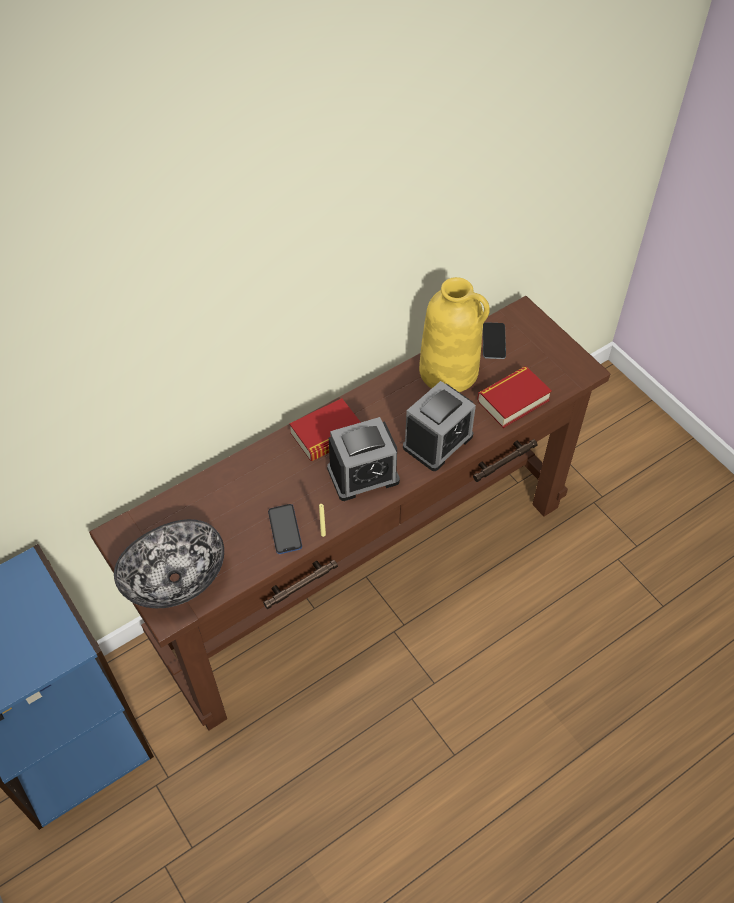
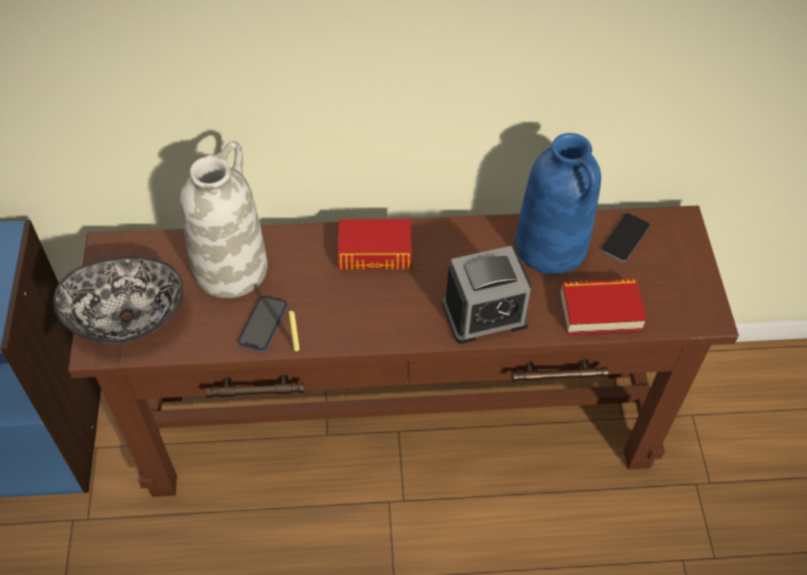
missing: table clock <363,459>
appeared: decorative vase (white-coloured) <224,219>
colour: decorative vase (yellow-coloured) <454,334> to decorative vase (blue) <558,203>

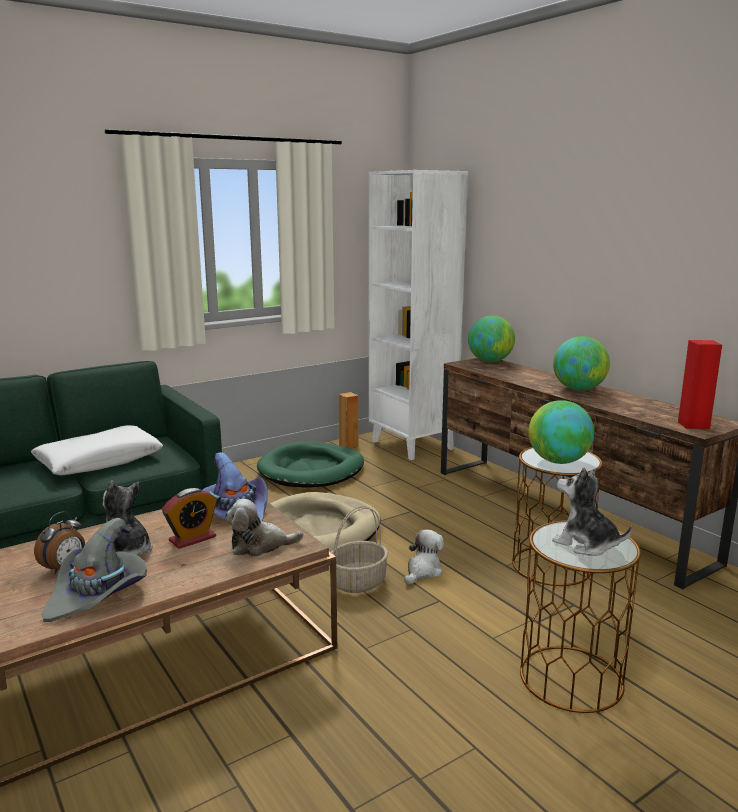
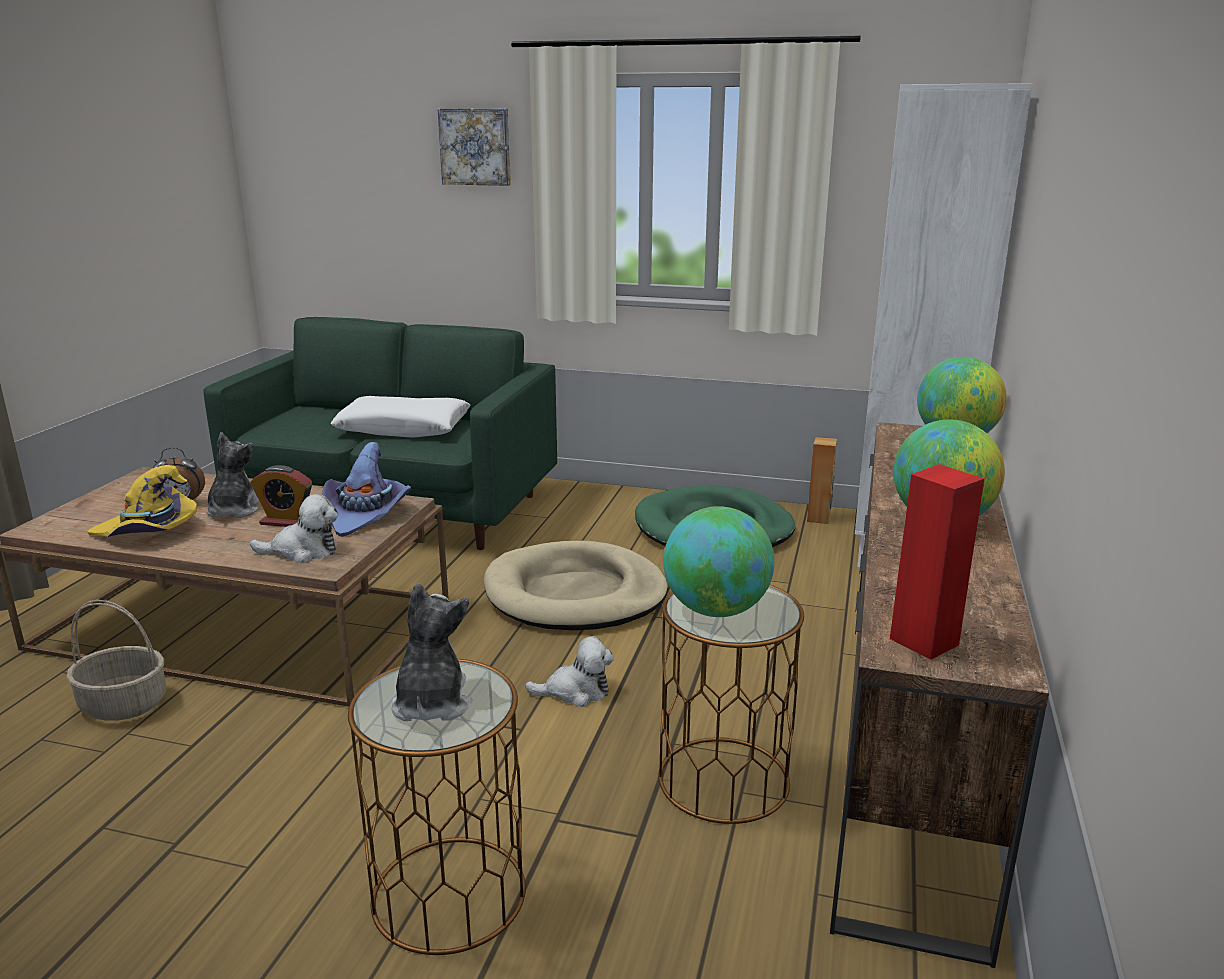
appeared: picture <474,147>
relocated: household basket <359,549> to <116,660>
colour: wearable hat (grey) <94,570> to wearable hat (yellow-coloured) <142,501>
spun: cuddly toy <264,528> = <294,528> 135 degrees clockwise

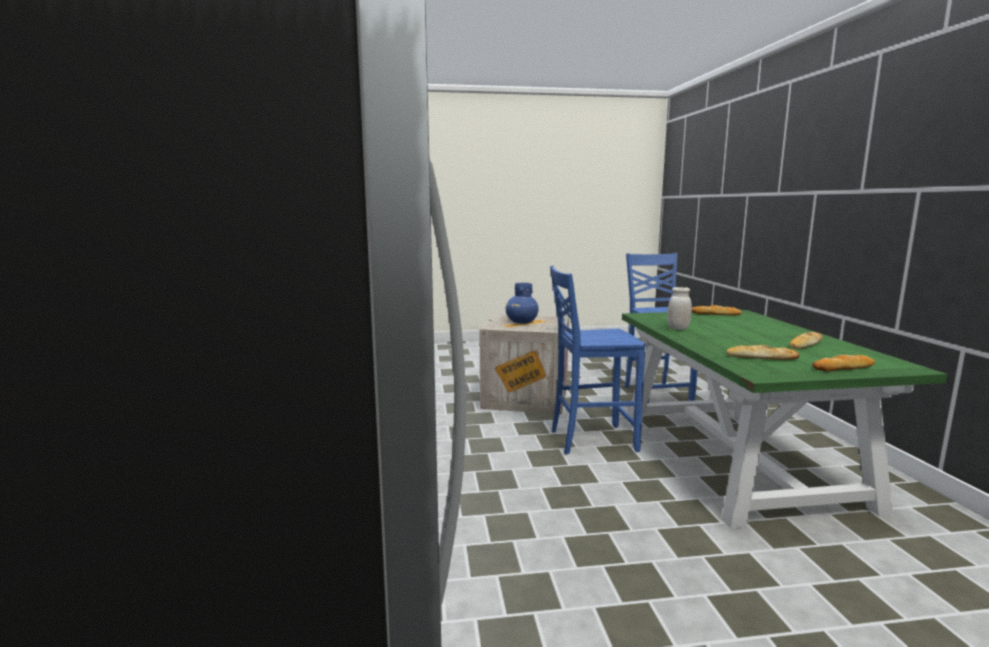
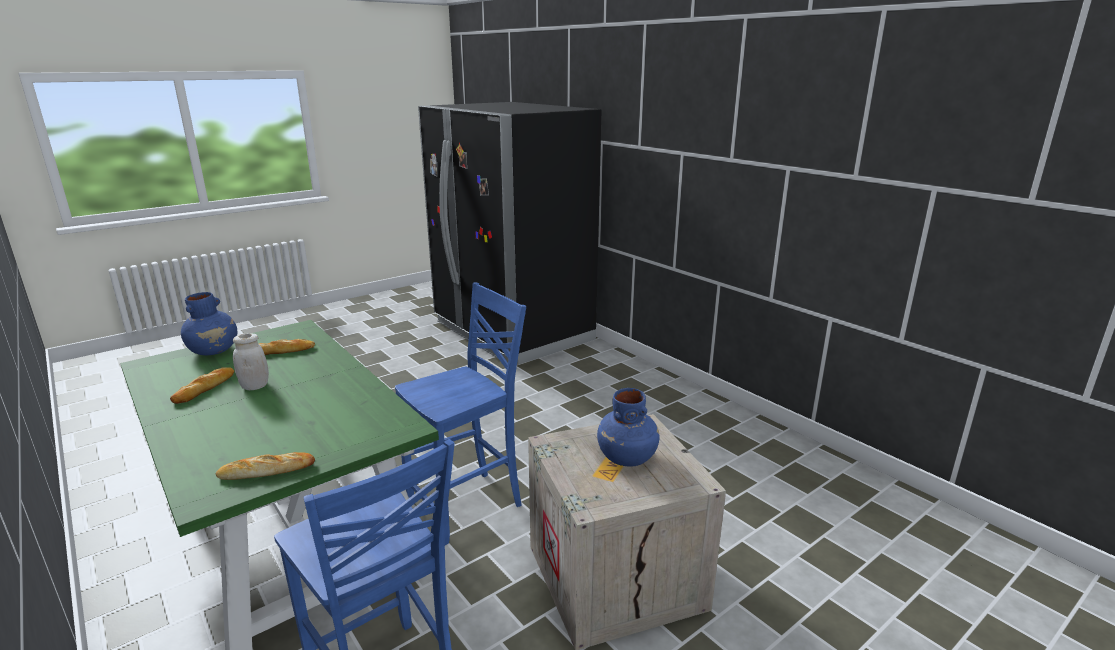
relocated: preserve jar (white-coloured) <679,308> to <251,361>
exchanged: baked bread <843,363> to decorative vase (blue) <209,323>

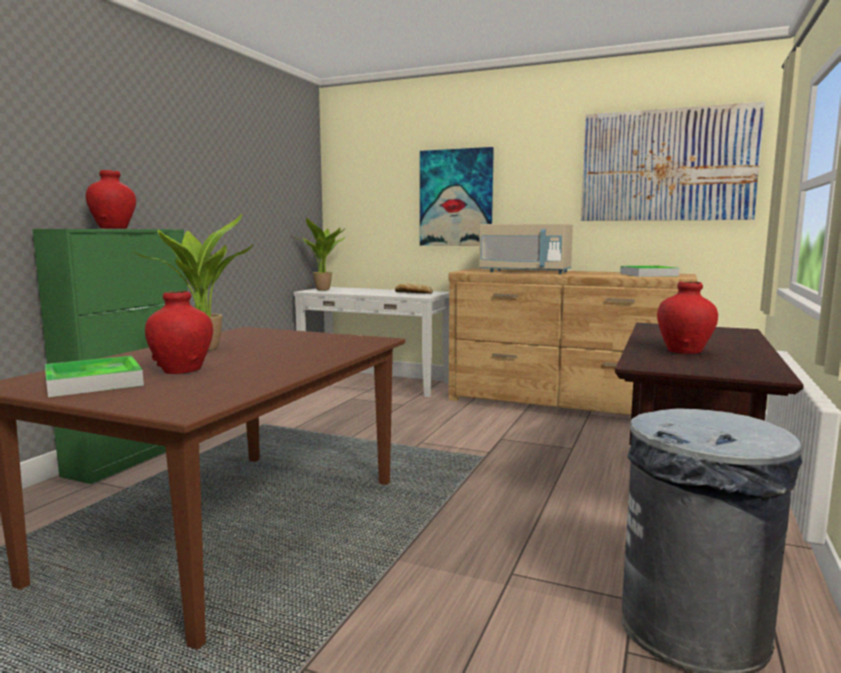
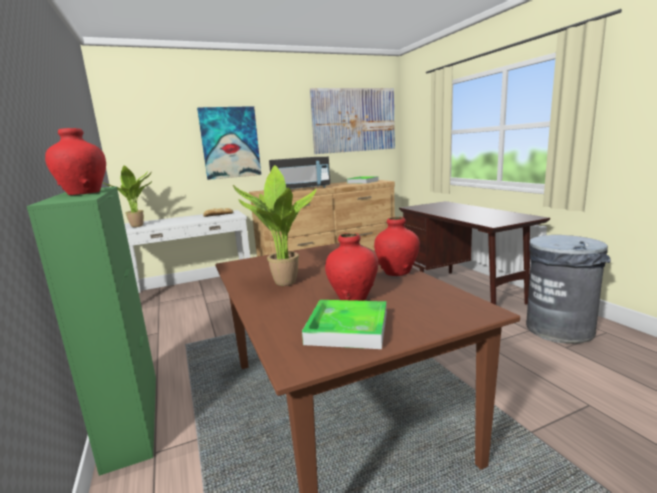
relocated: decorative vase (reddish) <687,317> to <397,246>
colour: kitchen microwave (beige-coloured) <526,249> to kitchen microwave (black) <299,173>

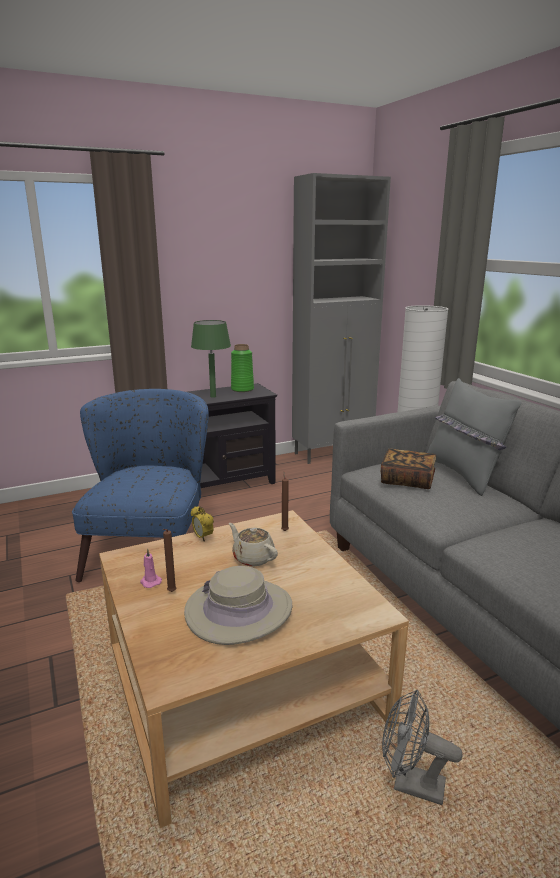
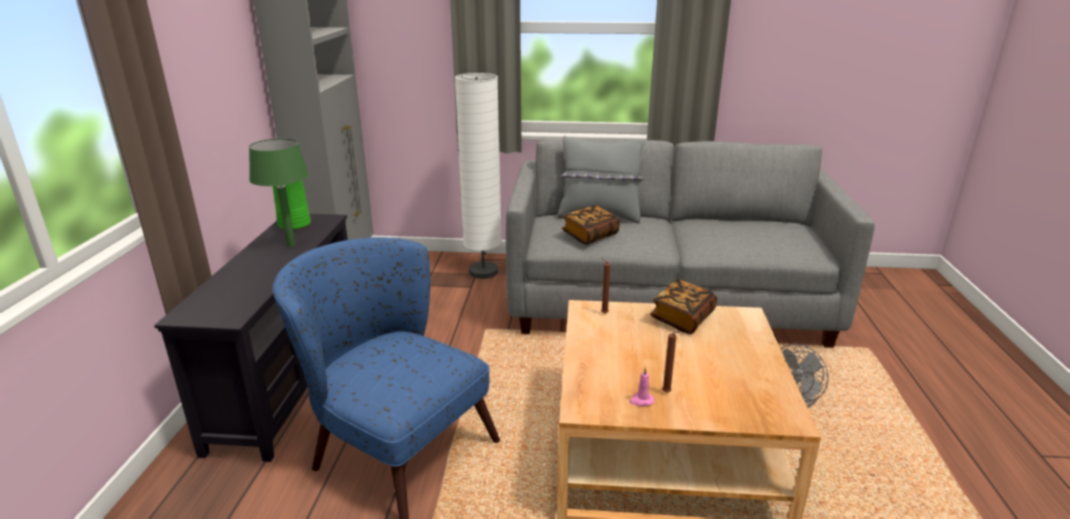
missing: wearable hat (beige-coloured) <238,605>; table clock <202,524>; pot for tea (beige-coloured) <253,545>
appeared: volume <683,306>

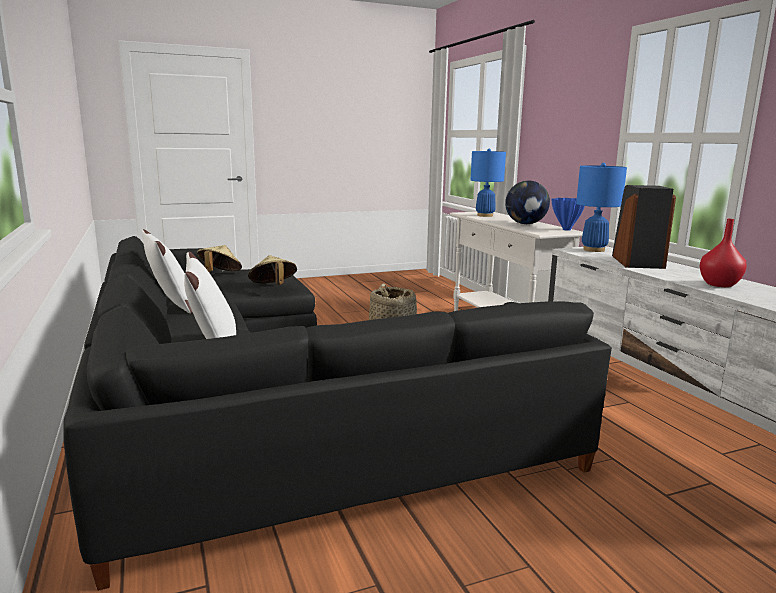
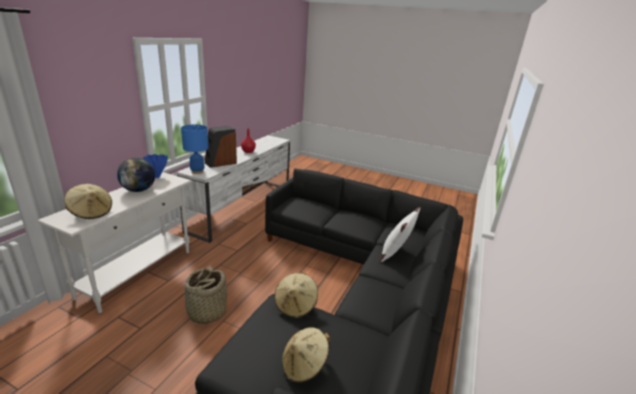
missing: throw pillow (white-coloured) <167,271>
exchanged: tabletop lamp (blue) <488,183> to wearable hat (beige-coloured) <88,201>

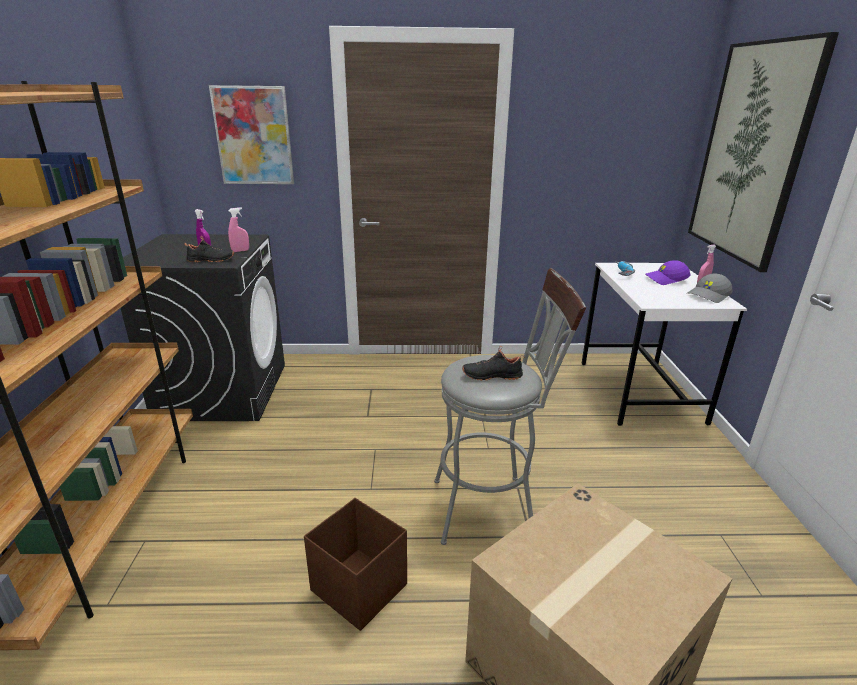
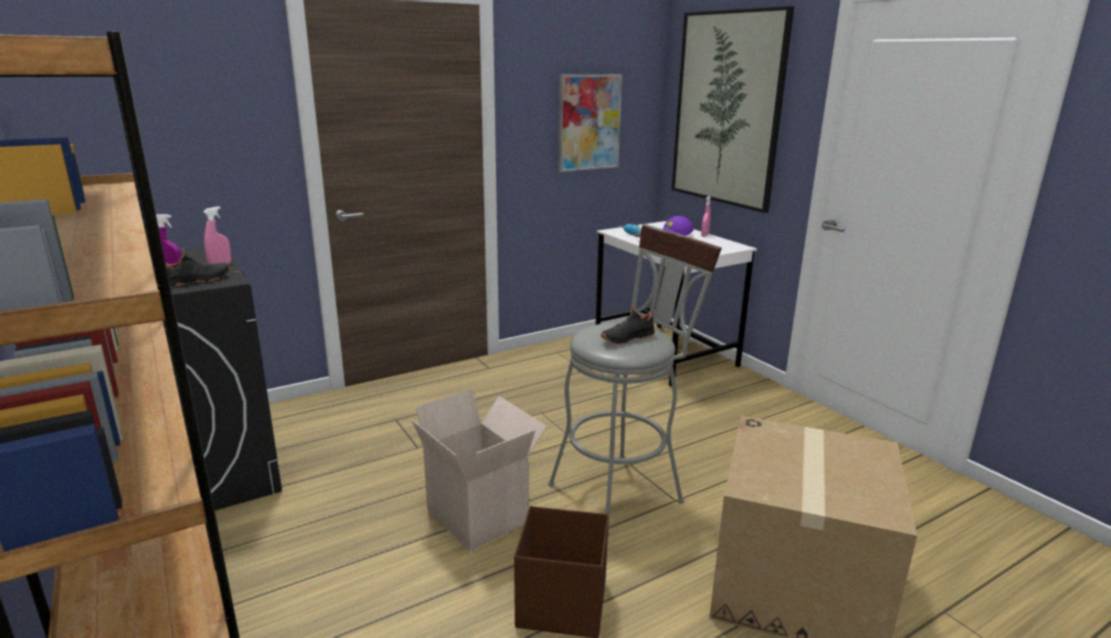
missing: baseball cap (grey) <710,288>
appeared: carton <479,469>
relocated: picture <251,134> to <590,123>

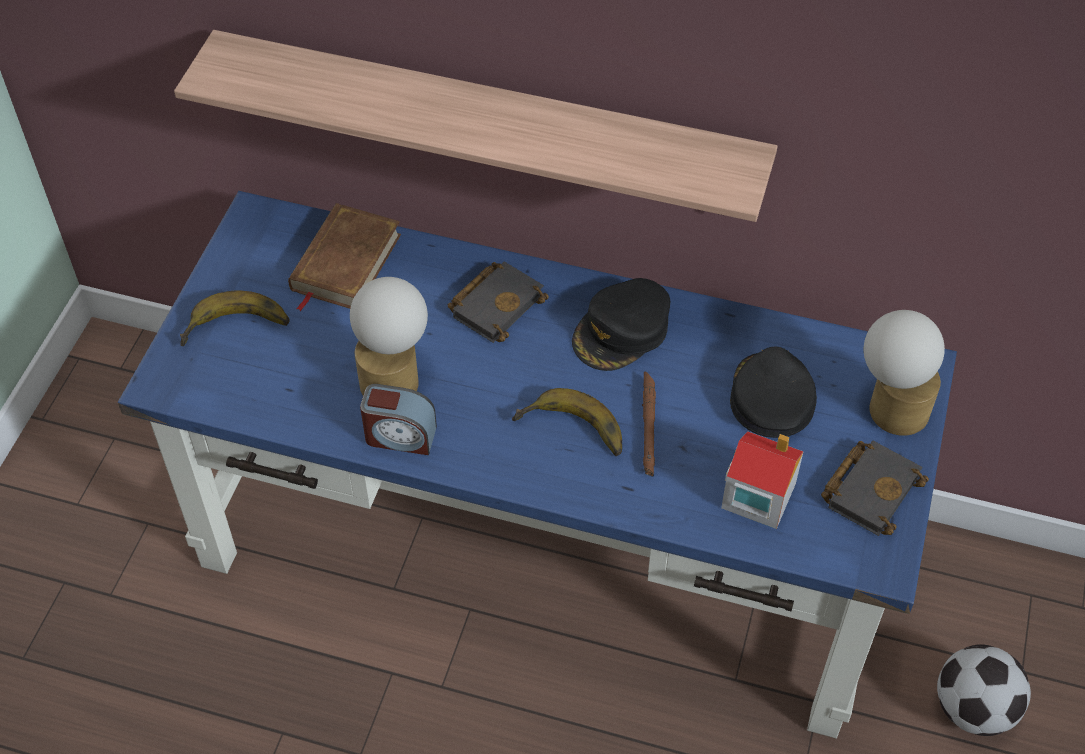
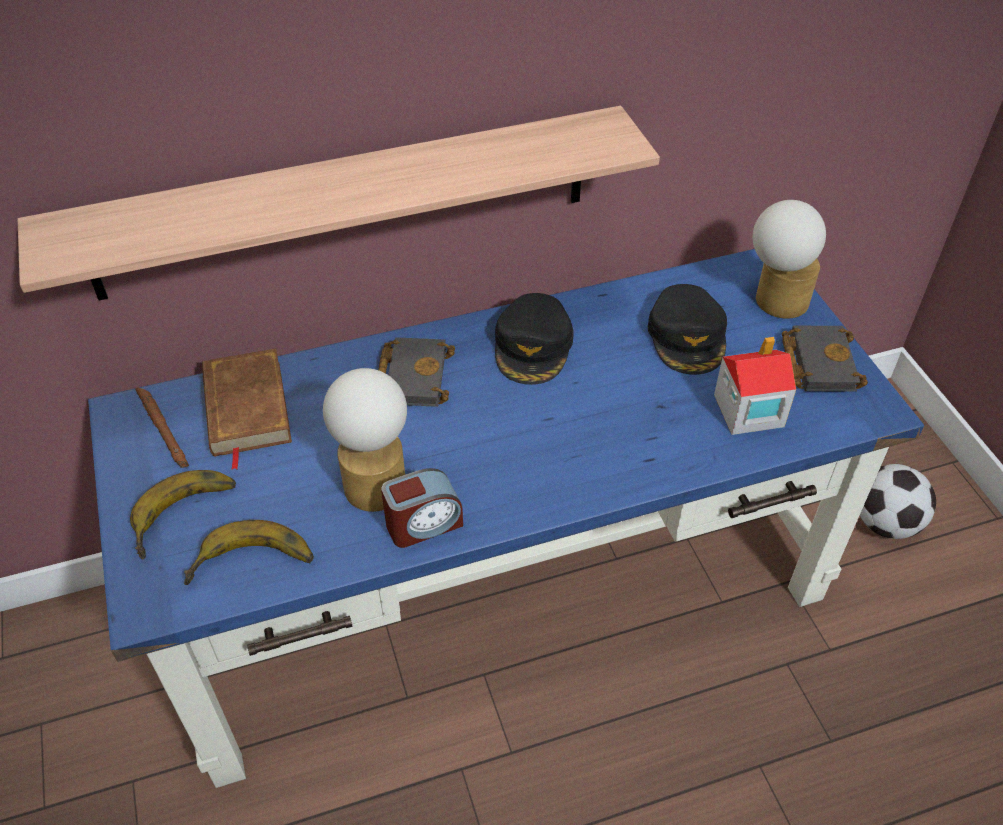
relocated: torch (brown) <649,424> to <162,428>; banana <567,422> to <249,552>
spun: baseball cap (black) <773,392> = <687,329> 150 degrees counterclockwise

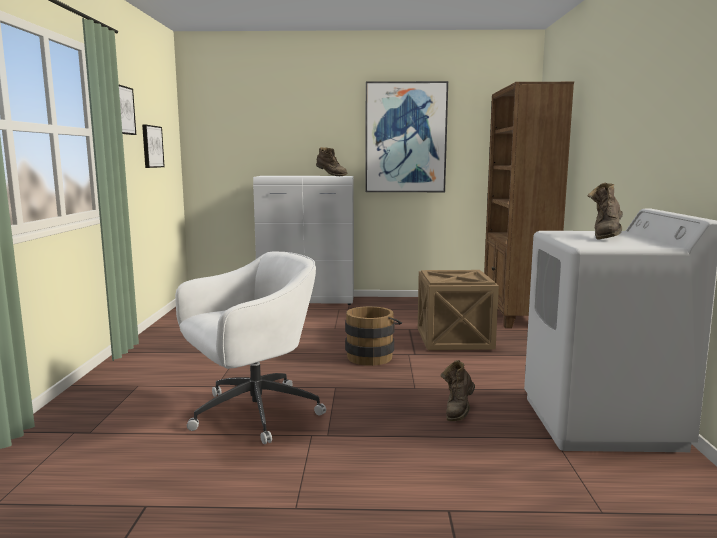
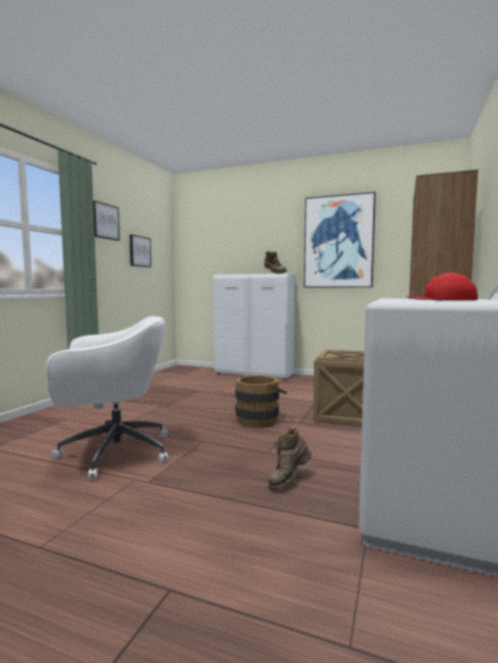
exchanged: high-top boot (brown) <605,211> to baseball cap (reddish) <442,286>

